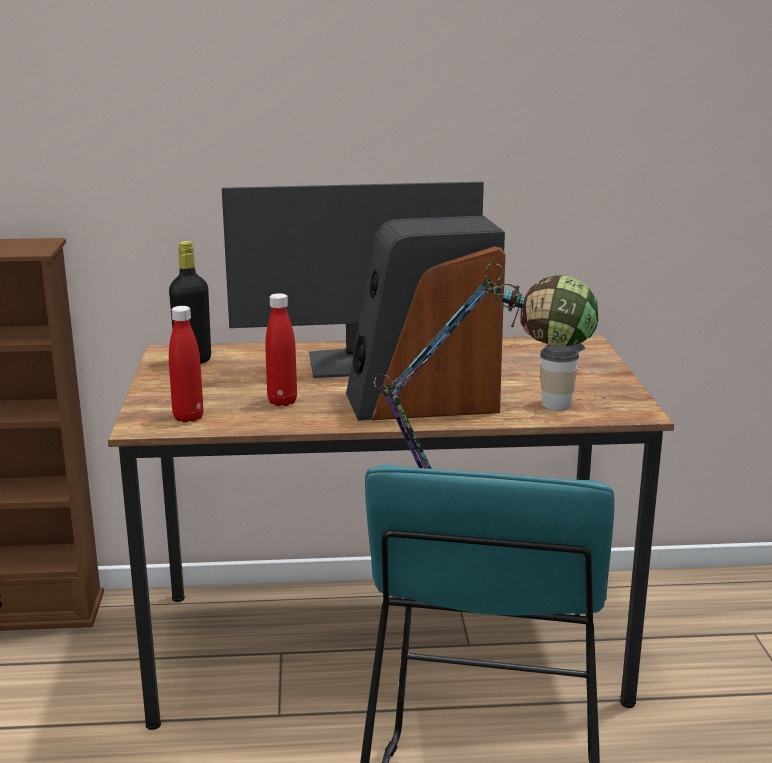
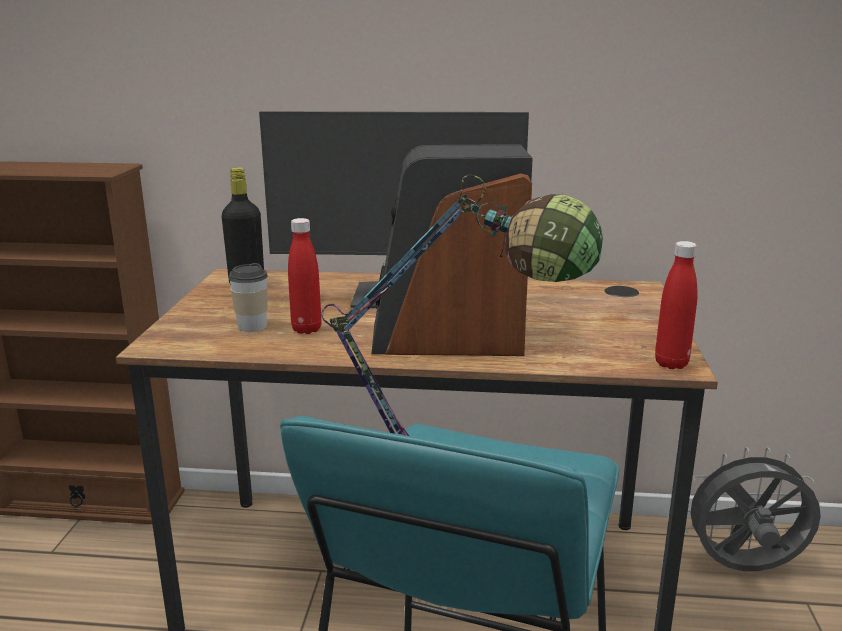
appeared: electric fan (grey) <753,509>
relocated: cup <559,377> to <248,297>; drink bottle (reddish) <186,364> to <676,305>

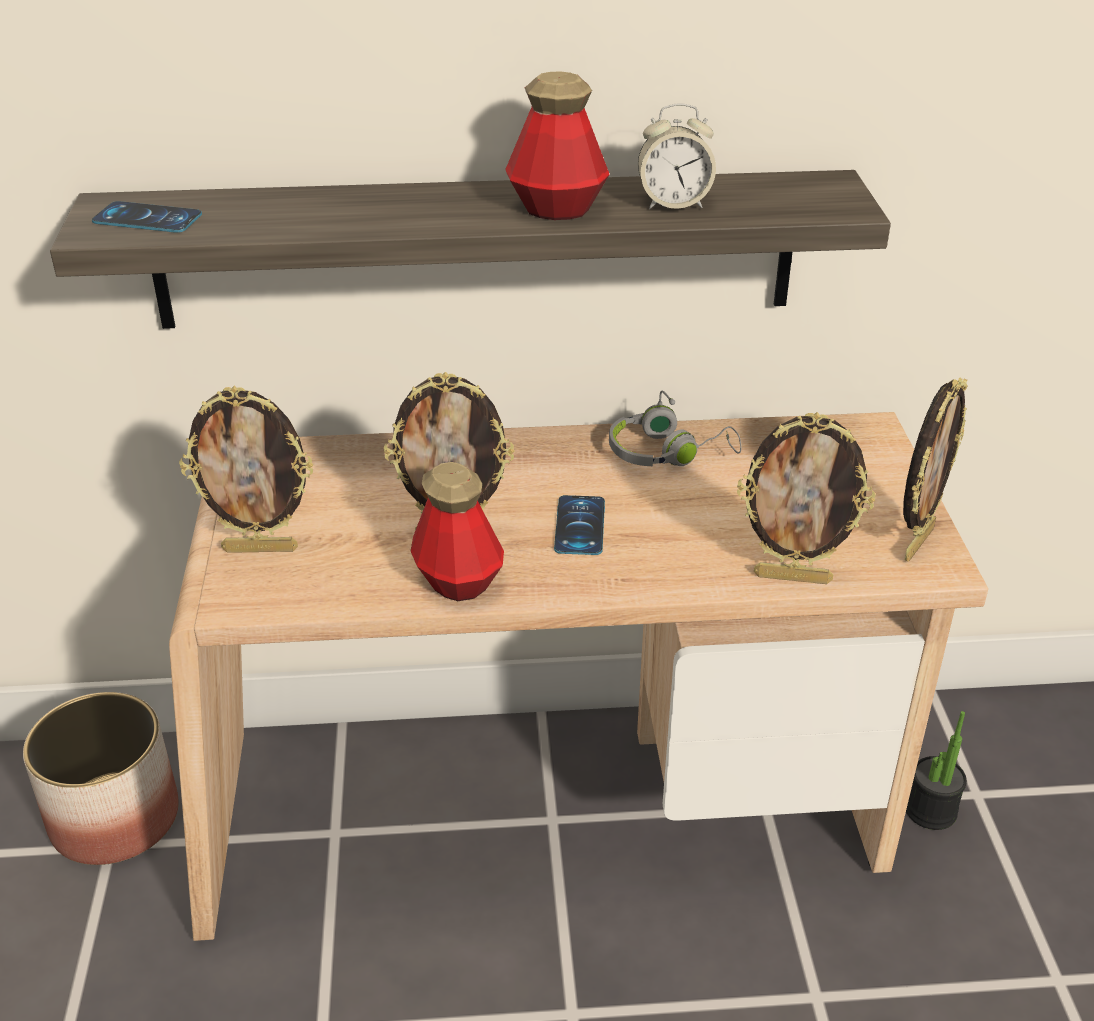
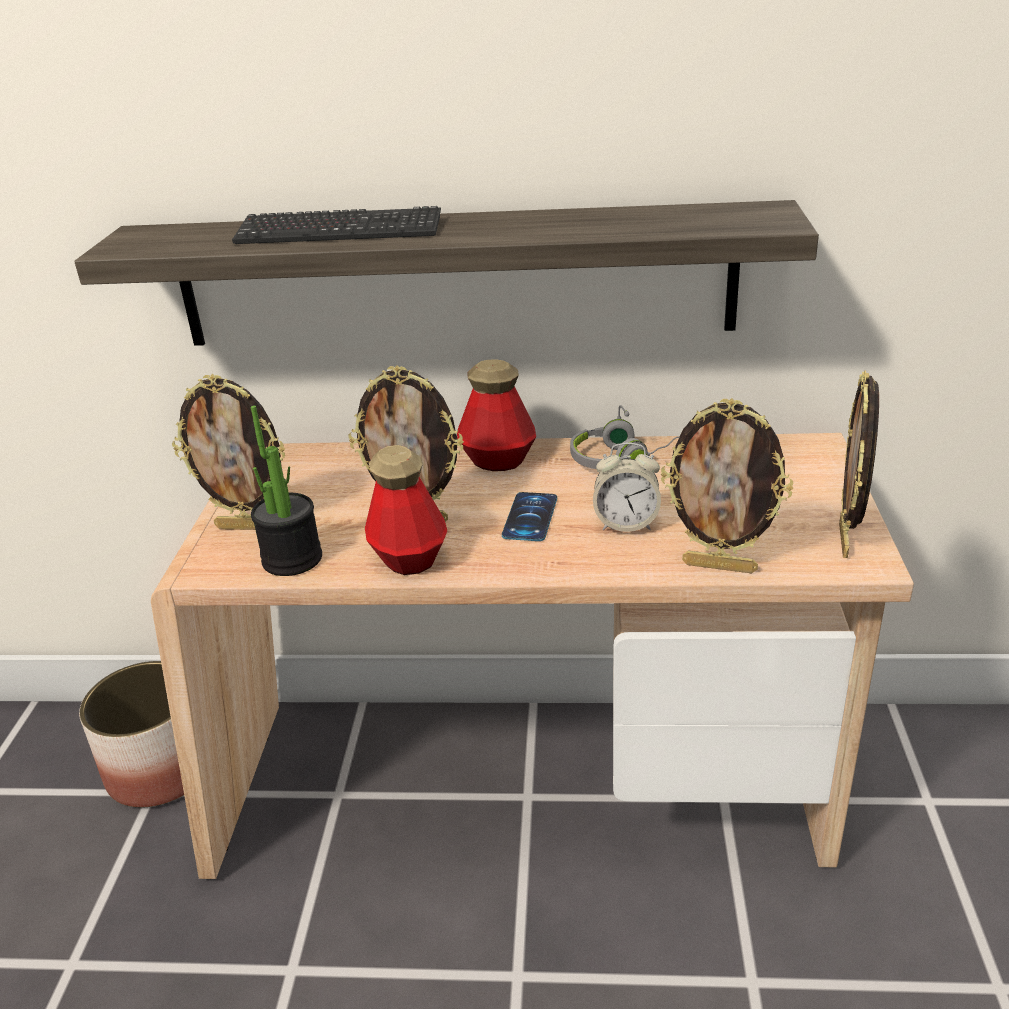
missing: phone <147,217>
appeared: computer keyboard <336,225>
relocated: houseplant <936,770> to <286,491>; drink bottle <557,145> to <496,415>; table clock <677,156> to <627,487>
spun: standing frame <935,470> = <859,464> 150 degrees clockwise

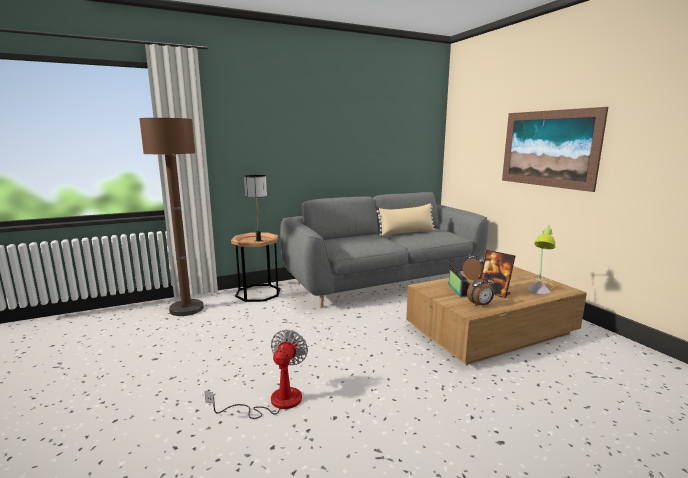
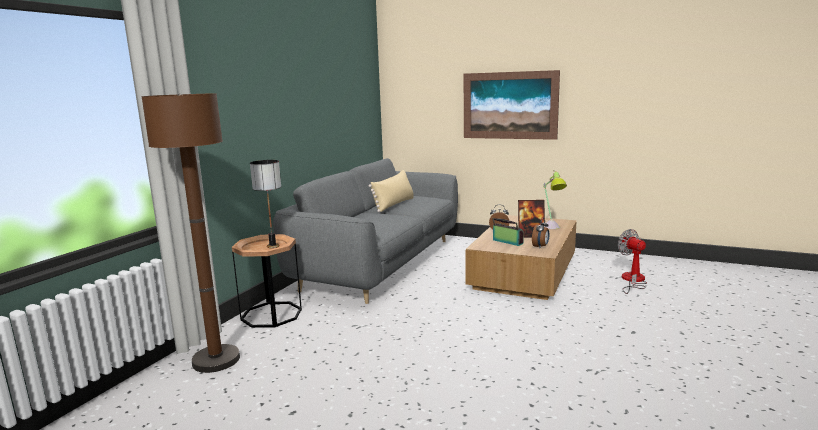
relocated: electric fan <256,374> to <632,261>

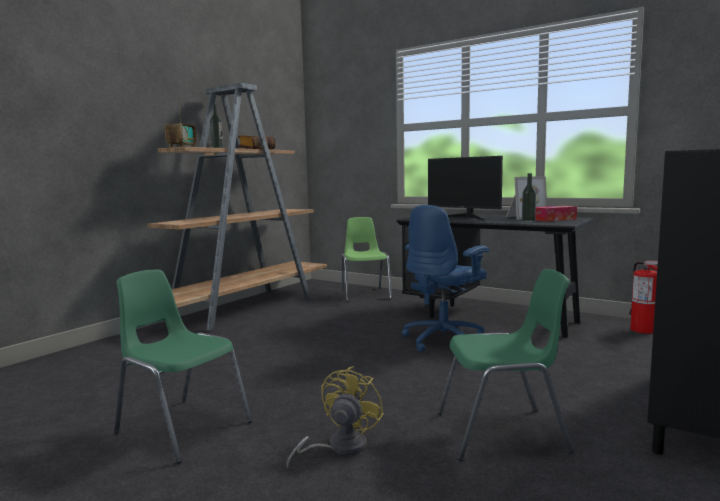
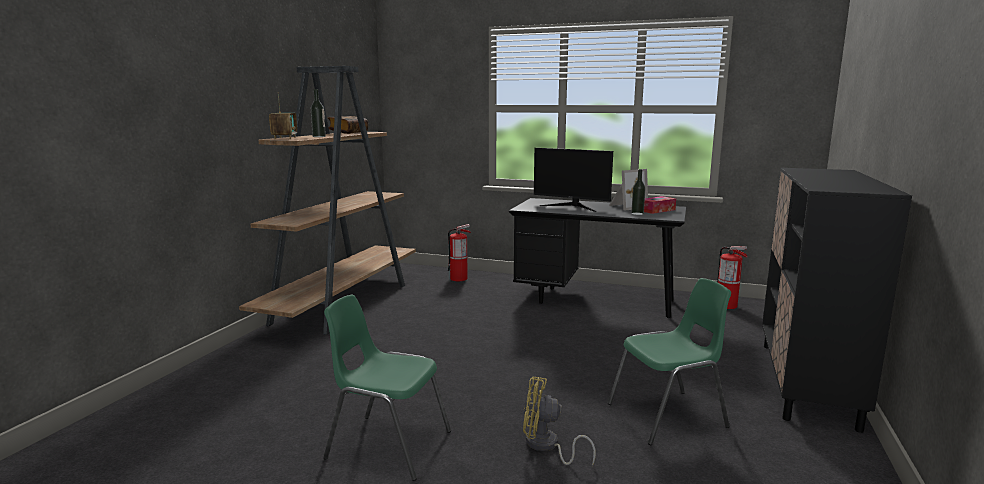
missing: computer chair (blue) <445,278>
exchanged: plain chair (green-coloured) <367,259> to fire extinguisher <459,252>
spun: electric fan (yellow-coloured) <335,417> = <559,421> 90 degrees counterclockwise

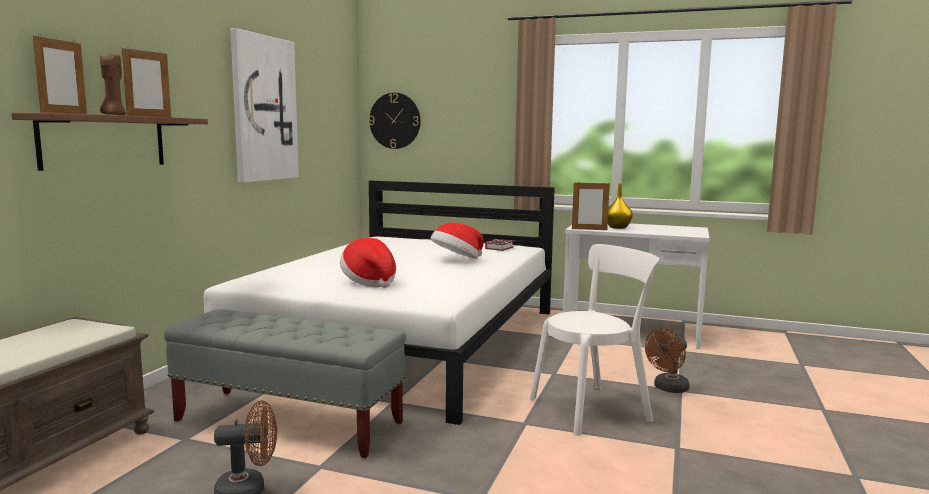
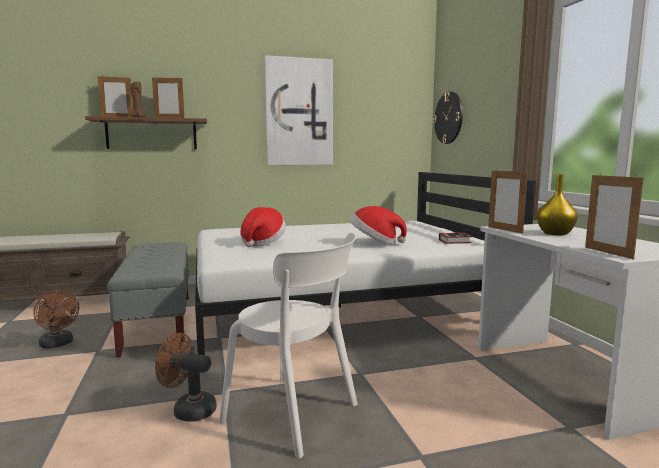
appeared: standing frame <614,216>
relocated: electric fan (brown) <667,360> to <186,377>

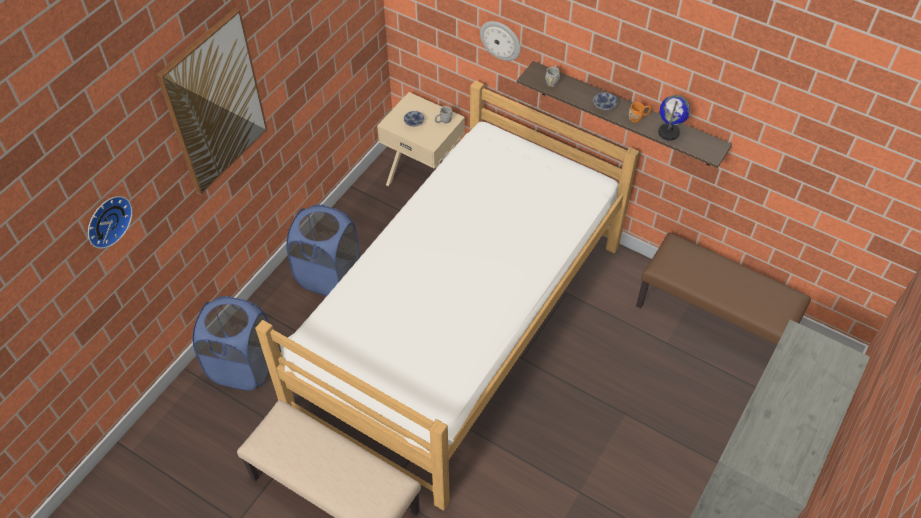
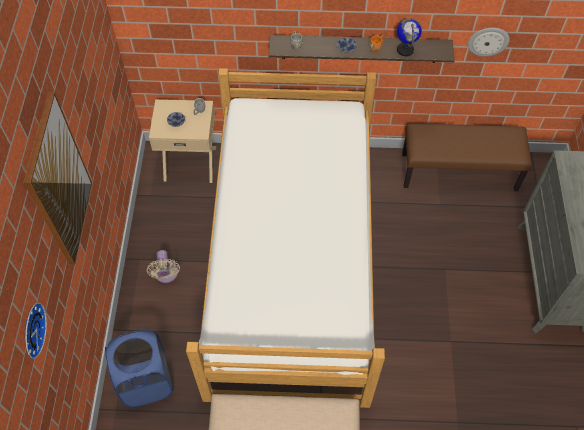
relocated: clock on the wall <500,41> to <489,42>
exchanged: hamper (blue) <323,250> to electric fan (beige-coloured) <163,266>

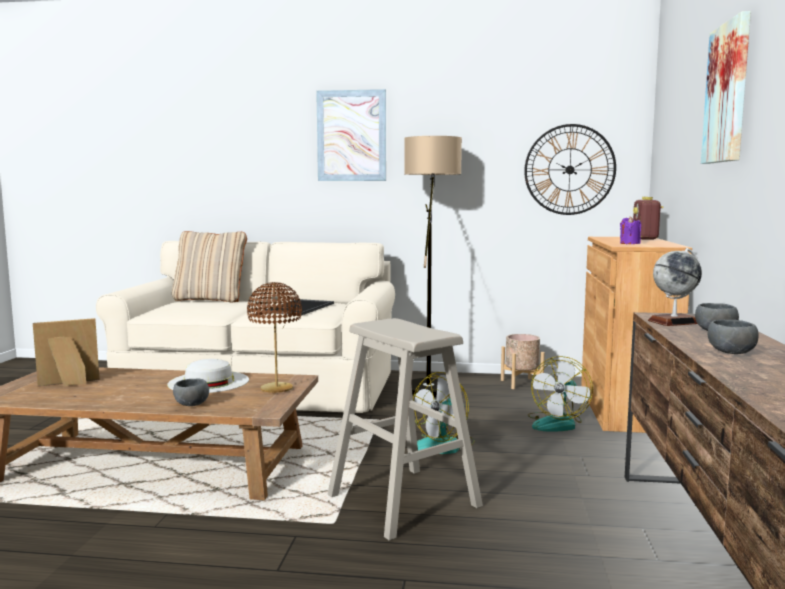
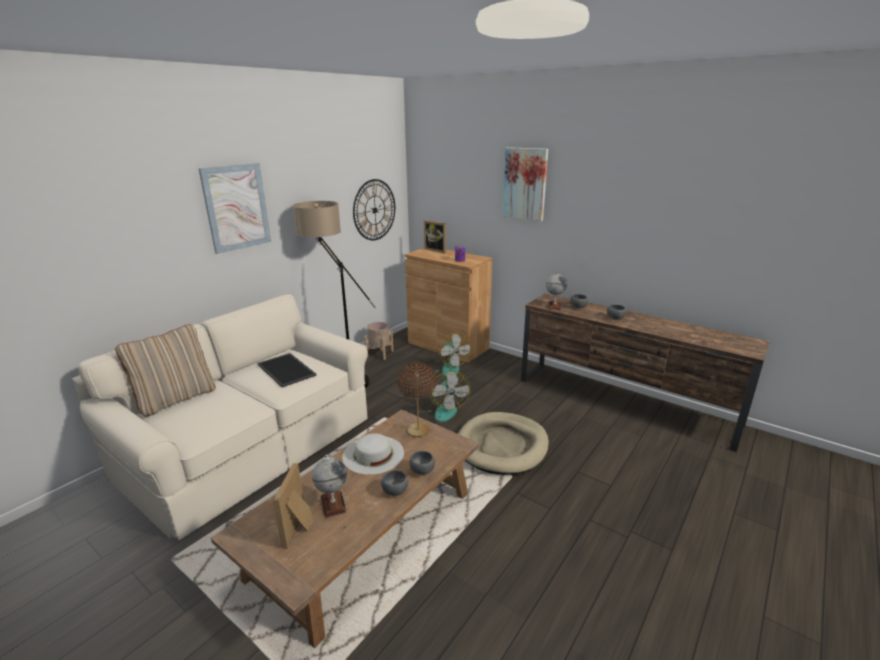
appeared: world globe <329,486>; bowl (grey) <394,483>
exchanged: radio <648,218> to standing frame <435,236>; stool seat (beige-coloured) <405,429> to dog cushion (beige-coloured) <503,443>

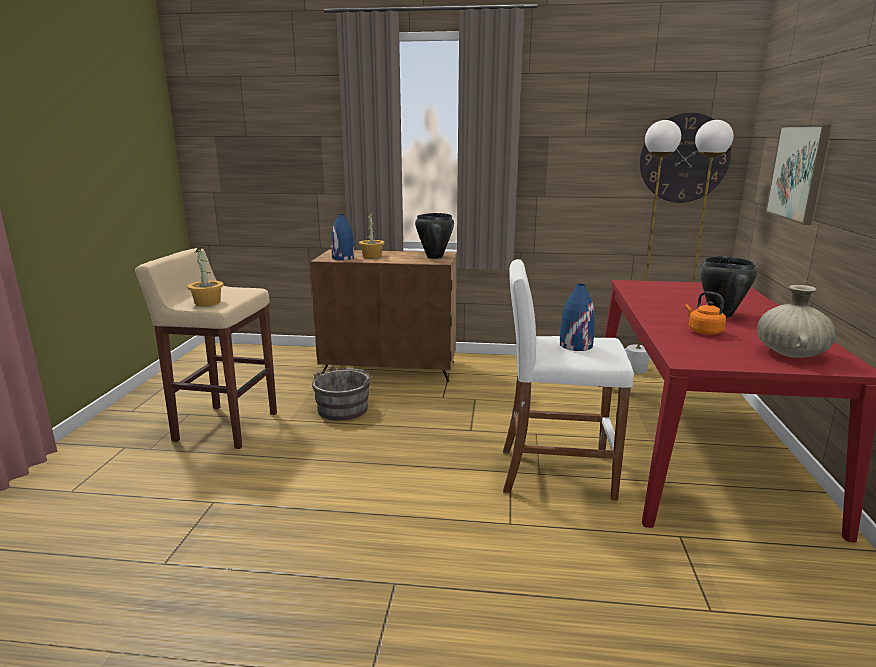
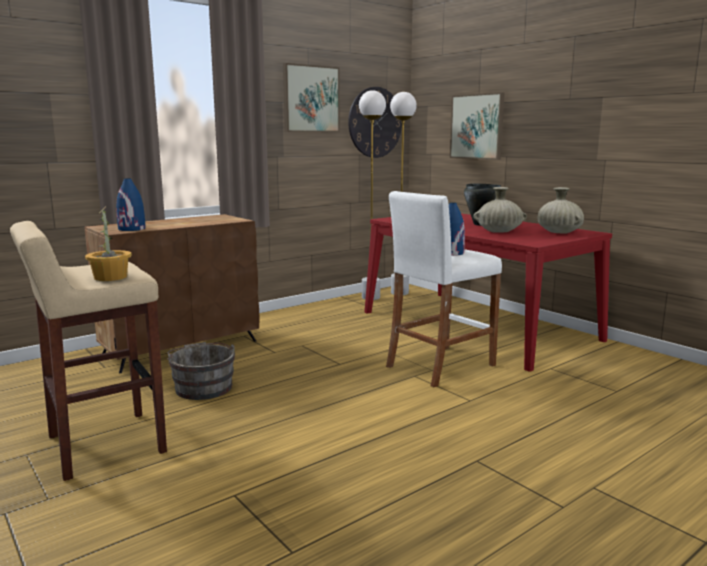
missing: houseplant <372,235>; saucepot (black) <434,236>
appeared: picture <311,97>
exchanged: kettle (orange) <705,313> to decorative vase (beige-coloured) <500,210>

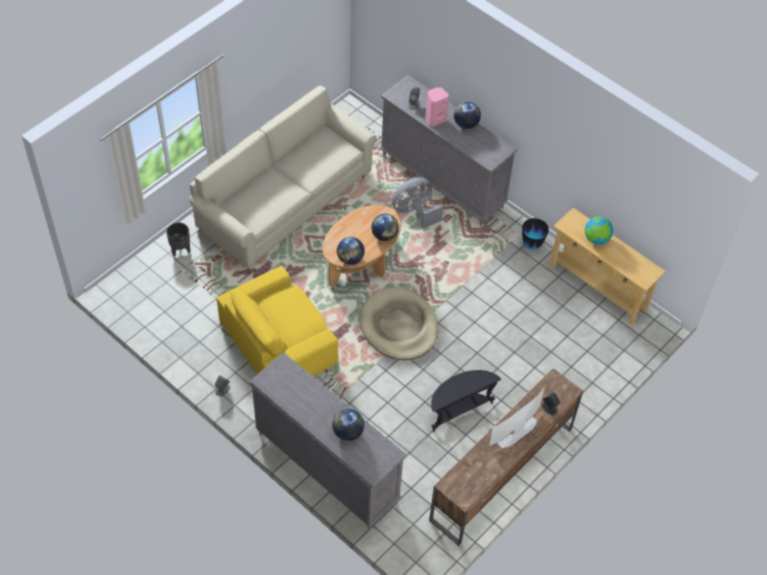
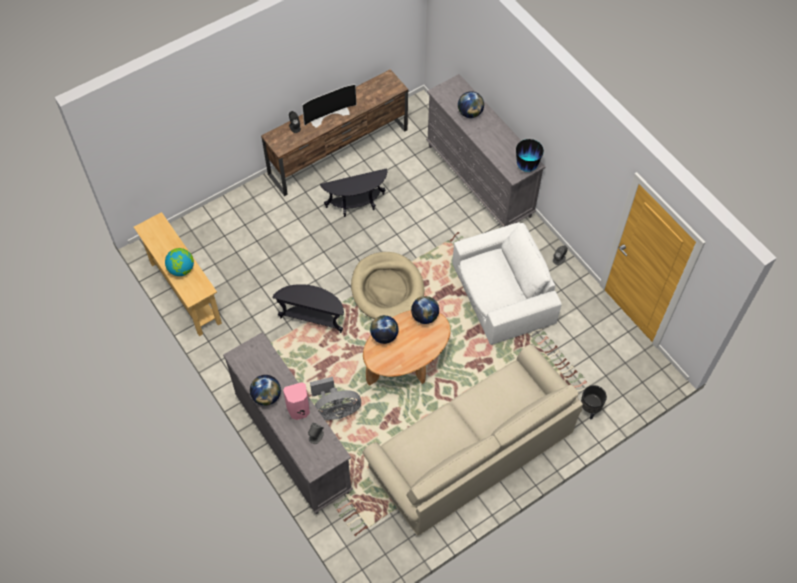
appeared: side table (black) <308,308>
relocated: decorative vase <535,234> to <530,155>
colour: easy chair (yellow-coloured) <277,321> to easy chair (white-coloured) <507,283>

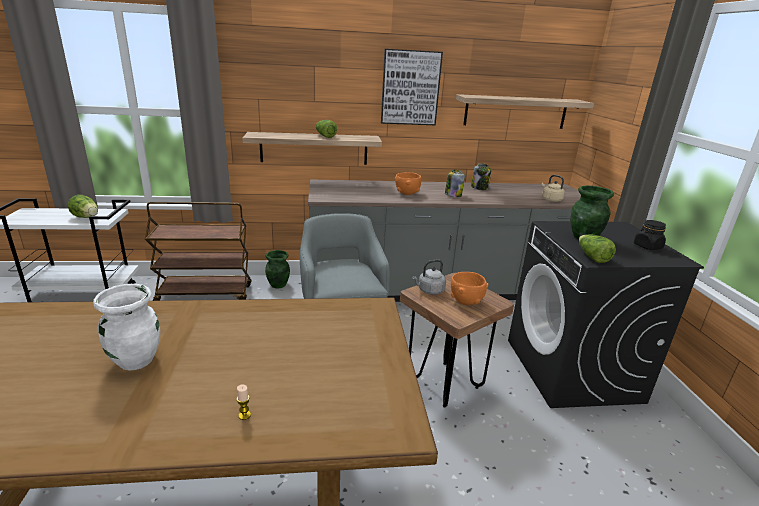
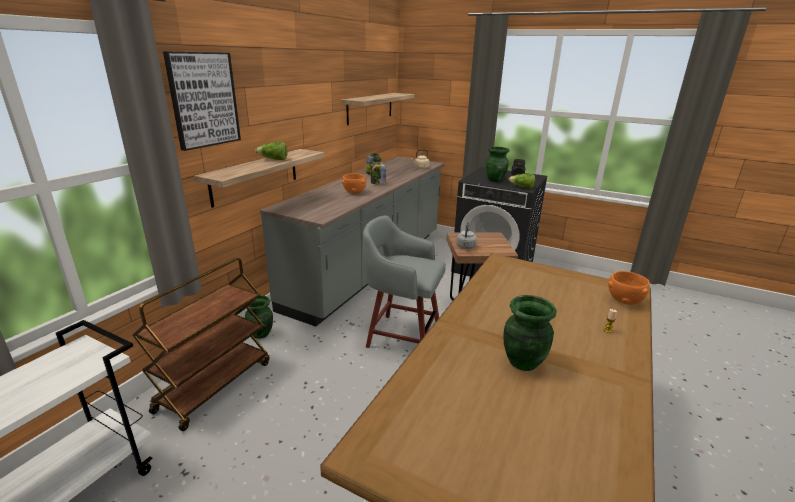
missing: lettuce head <83,206>
relocated: picture <412,87> to <202,101>; bowl (orange) <469,288> to <629,288>
colour: decorative vase (white-coloured) <126,327> to decorative vase (green-coloured) <530,333>

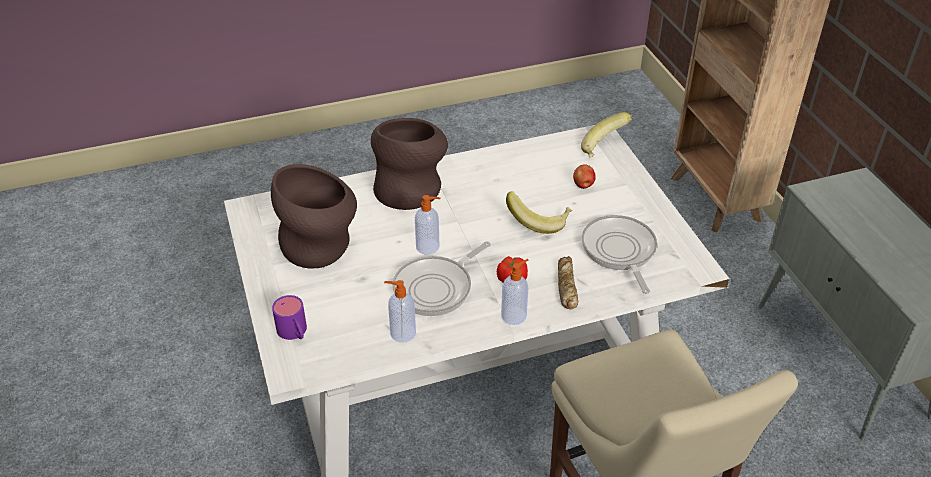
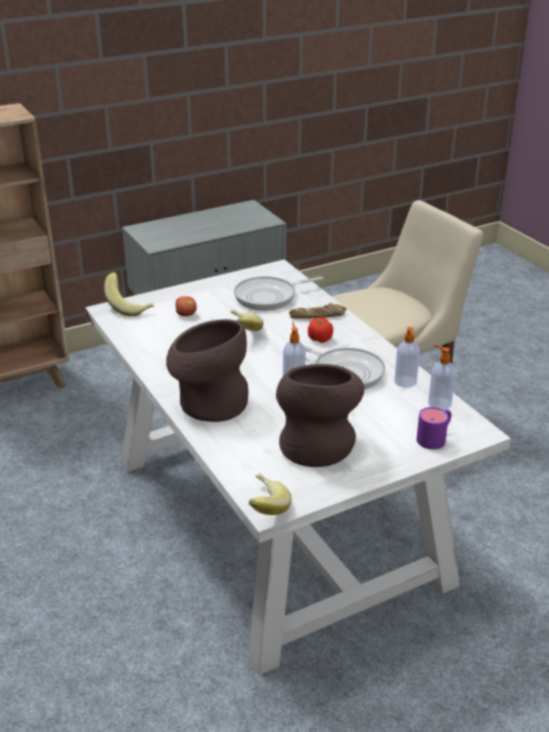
appeared: banana <270,494>
relocated: liquid soap bottle <515,292> to <441,377>

